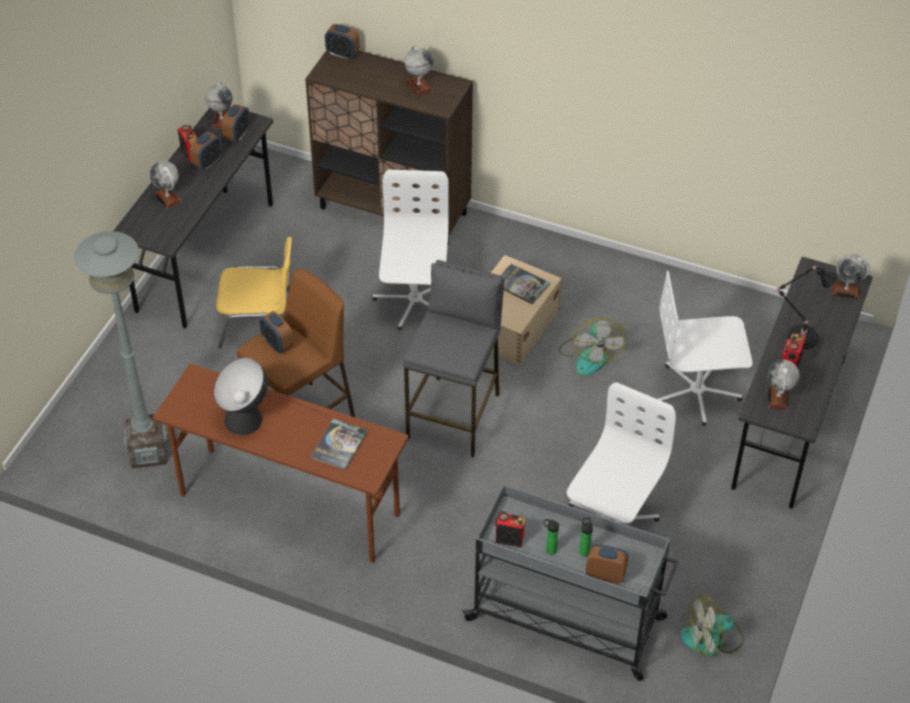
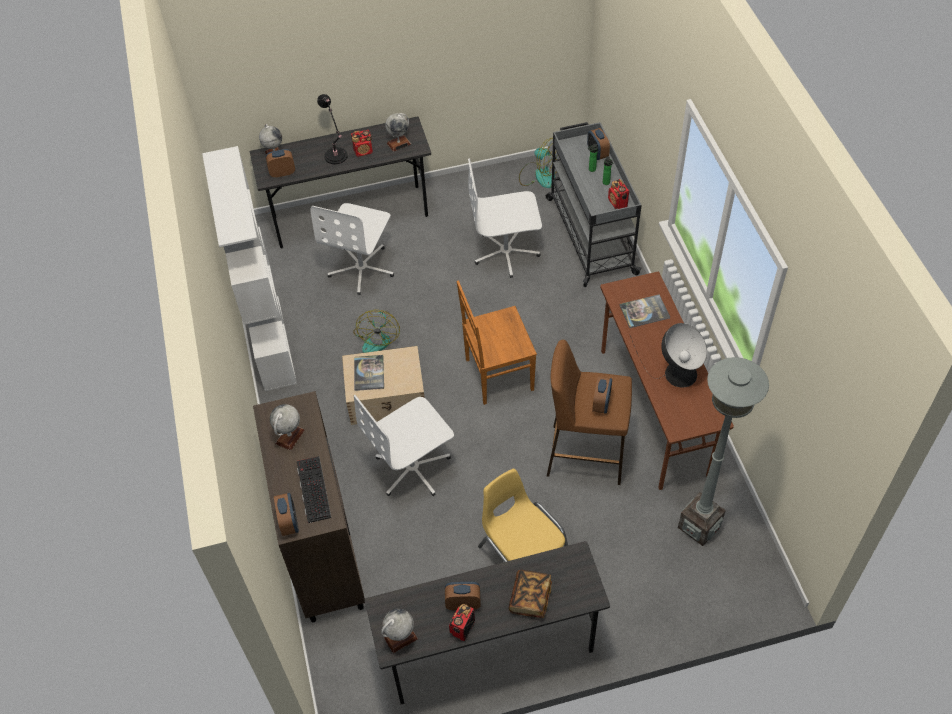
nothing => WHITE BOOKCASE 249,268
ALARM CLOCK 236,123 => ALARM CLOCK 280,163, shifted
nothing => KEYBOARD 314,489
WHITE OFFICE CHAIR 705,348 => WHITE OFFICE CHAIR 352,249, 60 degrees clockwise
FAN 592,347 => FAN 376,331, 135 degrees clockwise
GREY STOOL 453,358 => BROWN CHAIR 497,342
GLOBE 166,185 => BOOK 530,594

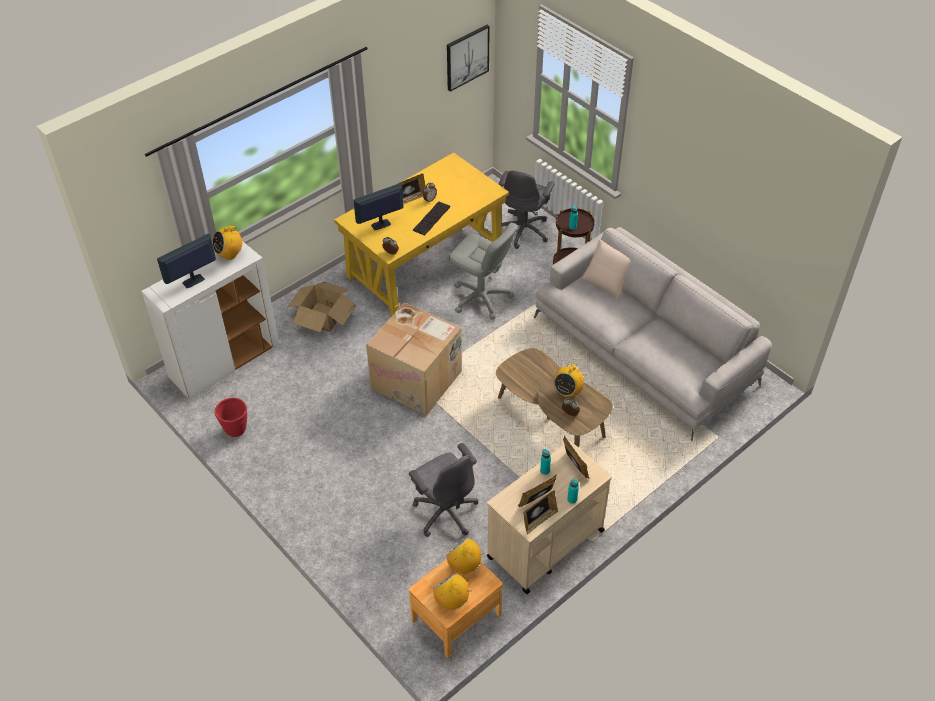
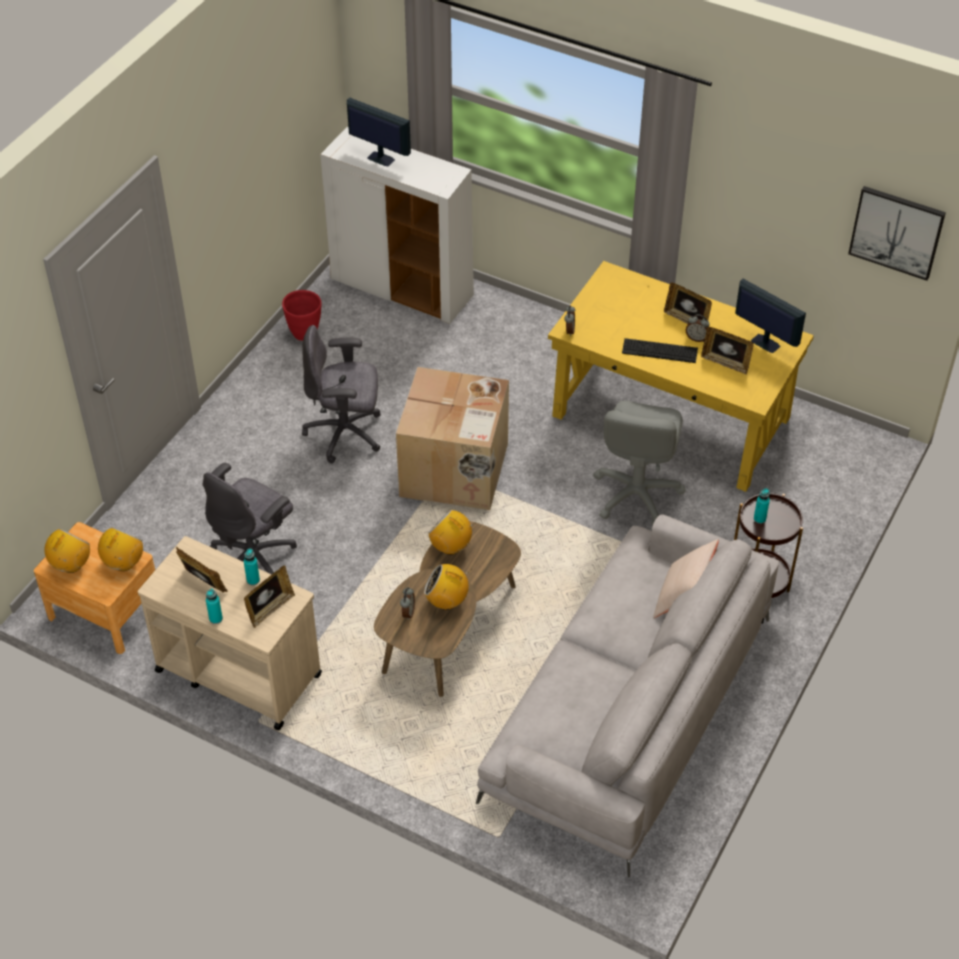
GREY OFFICE CHAIR 527,209 => GREY OFFICE CHAIR 341,394, shifted
RADIO 227,243 => RADIO 452,532, shifted
PICTURE FRAME 541,513 => PICTURE FRAME 727,351, shifted
MONITOR 378,206 => MONITOR 770,316, shifted
CARDBOARD BOX 322,306 => nothing

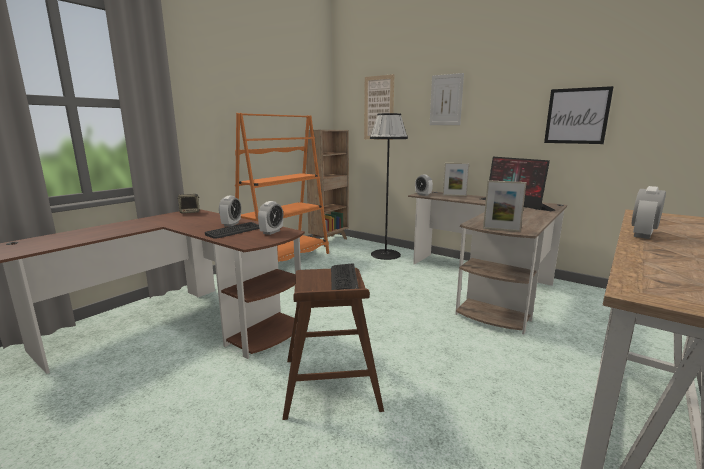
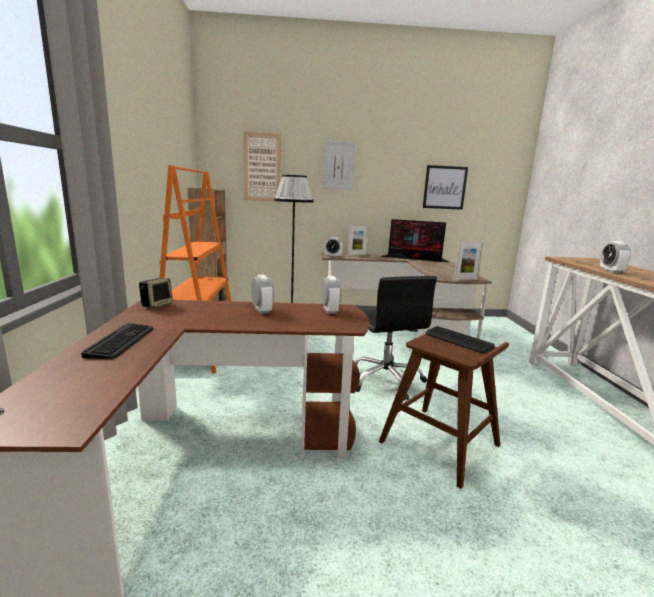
KEYBOARD 232,230 => KEYBOARD 117,341, shifted
nothing => BLACK OFFICE CHAIR 396,338

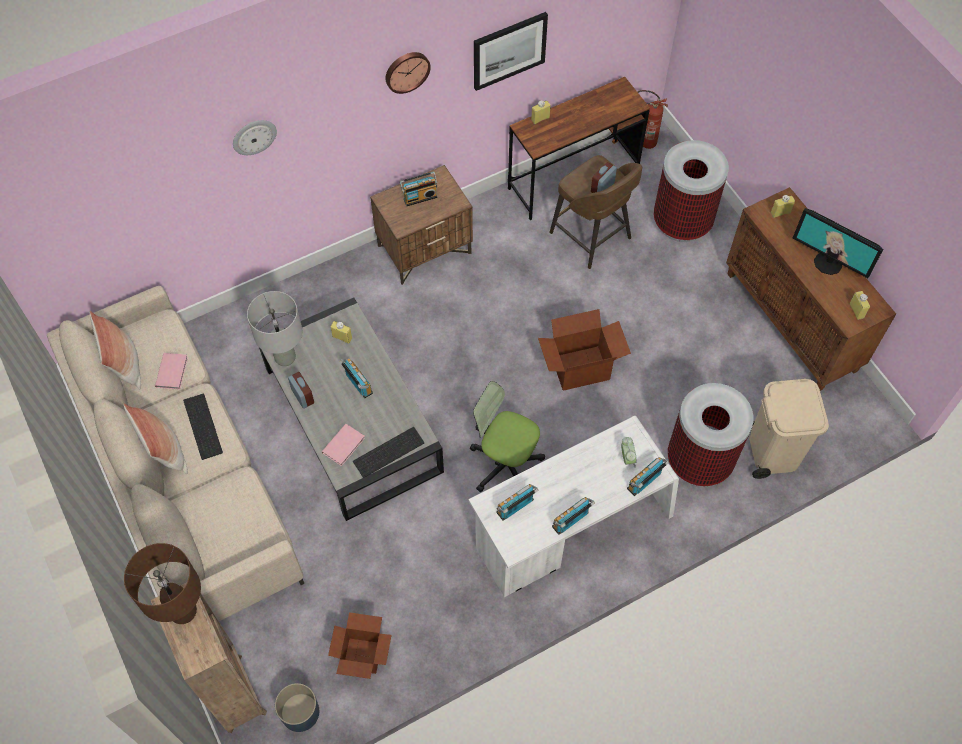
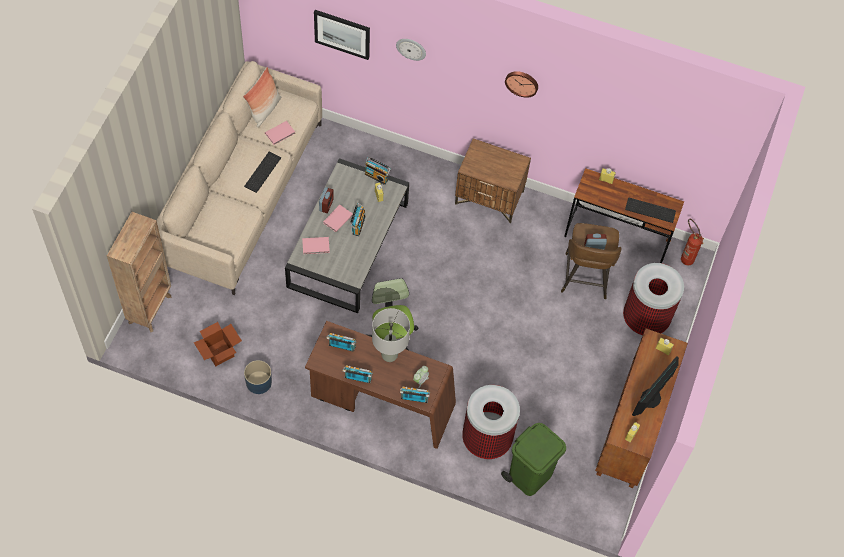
BLUE PLANTER 297,707 => BLUE PLANTER 258,377, shifted
WHITE DESK 574,506 => BROWN DESK 380,385
PICTURE 511,51 => PICTURE 342,35, shifted
nothing => PINK BOOK 338,218
RADIO 418,189 => RADIO 377,171, shifted
GREY TABLE LAMP 274,328 => GREY TABLE LAMP 391,335, shifted
BEIGE TRASH CAN 789,429 => GREEN TRASH CAN 533,459
KEYBOARD 388,452 => KEYBOARD 650,210, shifted
MONITOR 838,243 => MONITOR 655,386, 45 degrees clockwise
PILLOW 155,439 => nothing
BROWN TABLE LAMP 162,583 => nothing
CARDBOARD BOX 584,350 => nothing

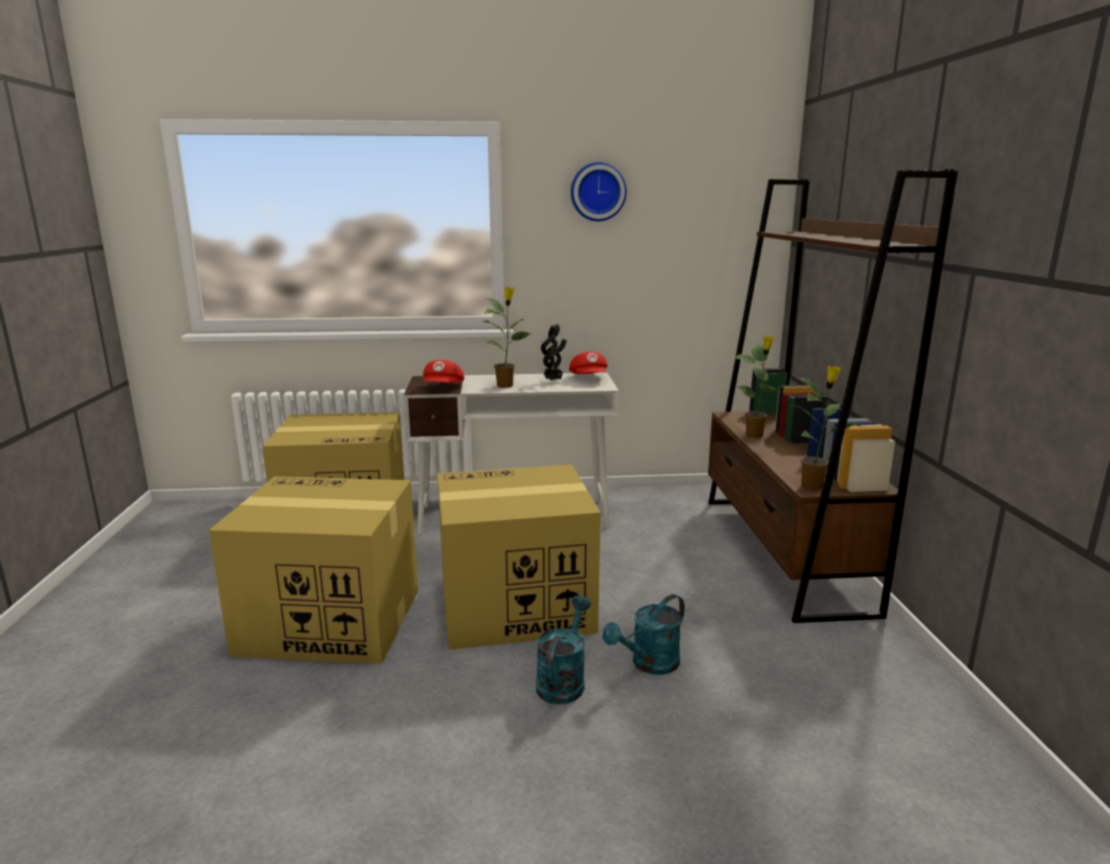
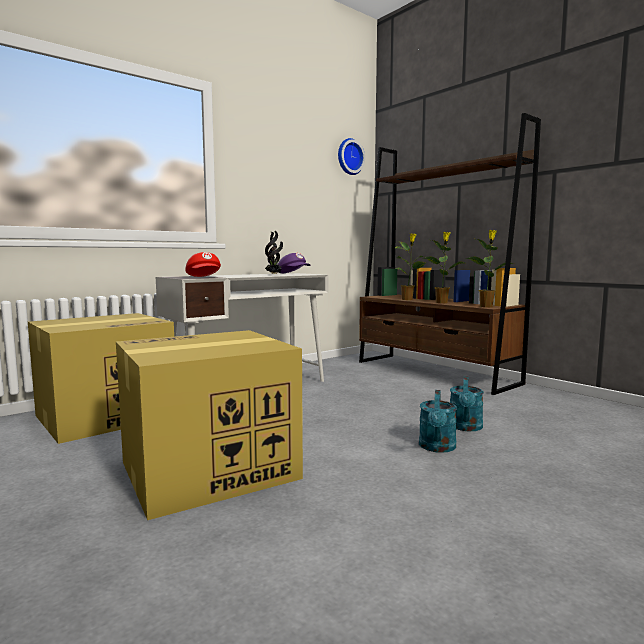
RED CAP 588,363 => PURPLE CAP 293,263
WALL CLOCK 599,191 => WALL CLOCK 351,156, shifted
TURQUOISE WATERING CAN 563,650 => TURQUOISE WATERING CAN 438,421, 150 degrees counterclockwise
POTTED PLANT 506,337 => POTTED PLANT 443,267, shifted
CARDBOARD BOX 519,557 => nothing

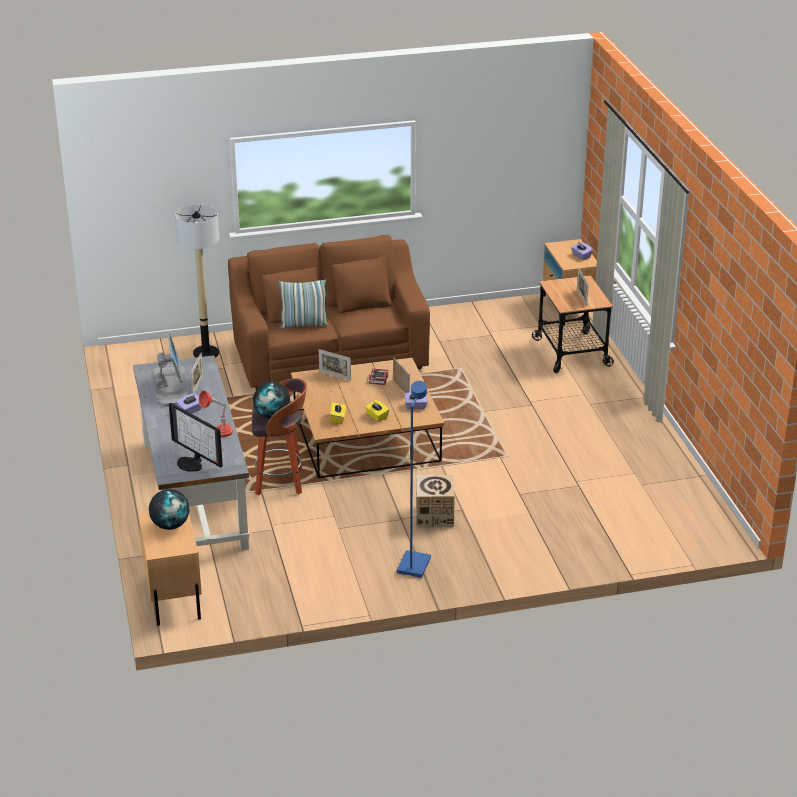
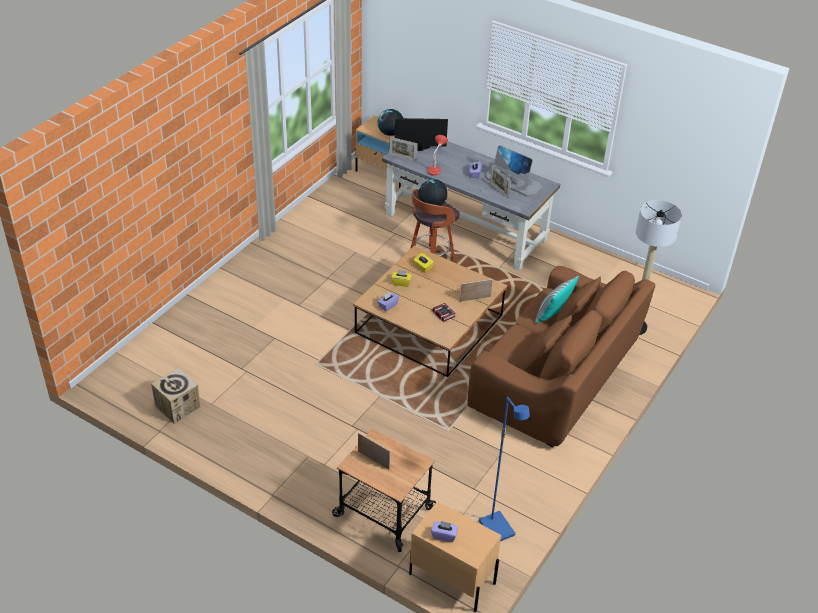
CARDBOARD BOX 435,501 => CARDBOARD BOX 175,396, shifted
PICTURE FRAME 401,375 => PICTURE FRAME 403,149, shifted
BLUE FLOOR LAMP 414,479 => BLUE FLOOR LAMP 504,469, shifted

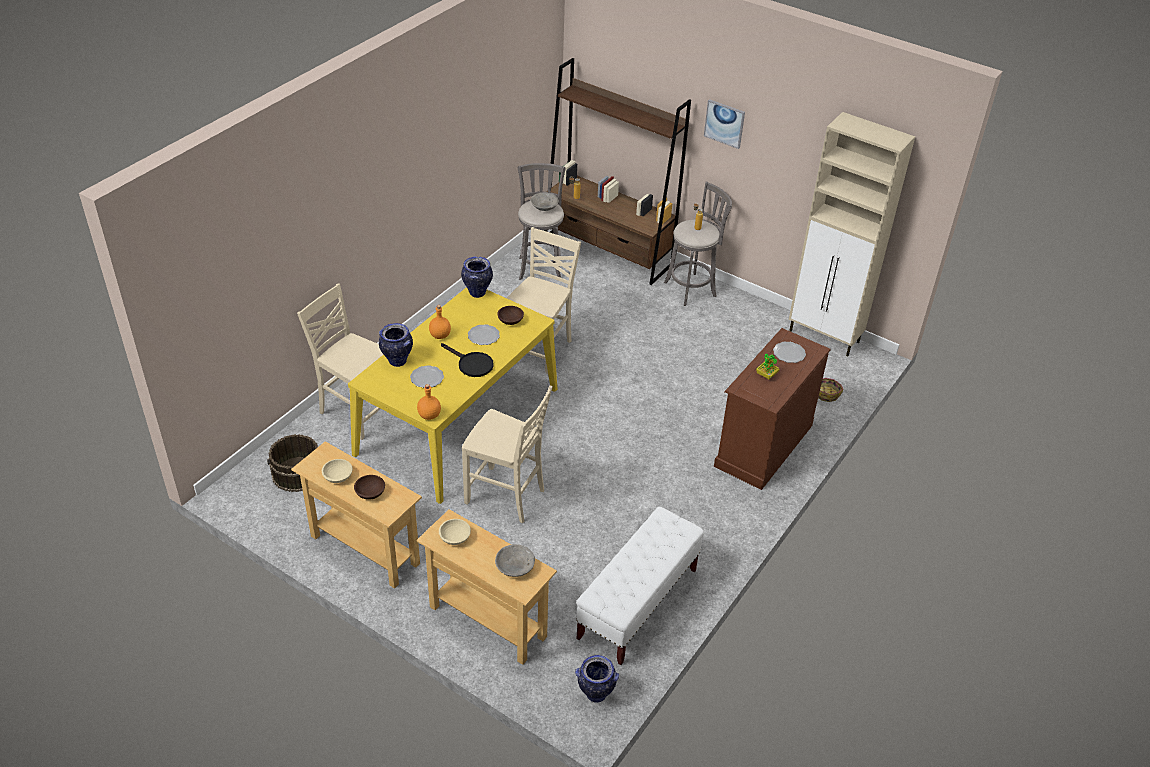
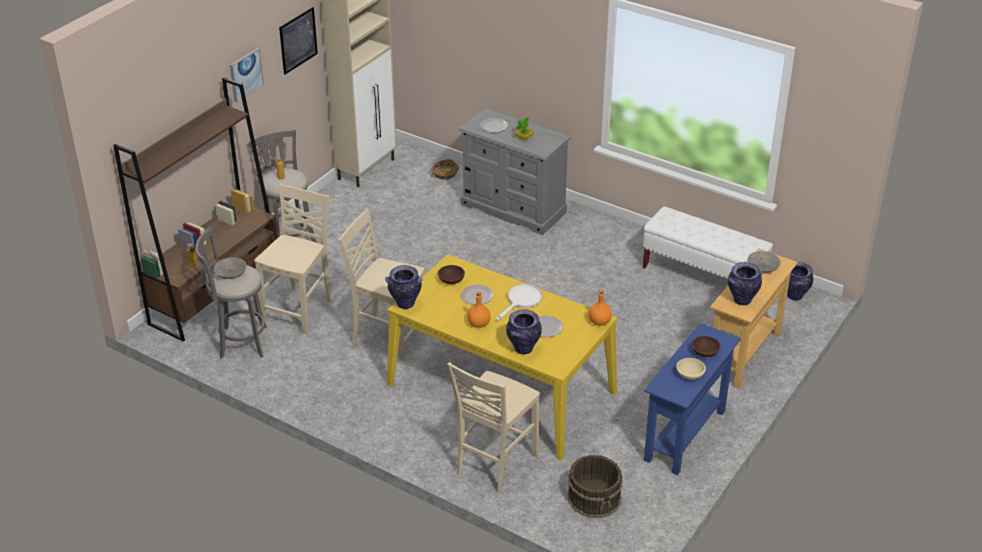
BEIGE CHAIR 507,454 => BEIGE CHAIR 293,259, shifted
nothing => PICTURE 298,41
BROWN DRESSER 772,409 => GREY DRESSER 515,171
BLACK FRYING PAN 467,360 => WHITE FRYING PAN 519,302
BEIGE CONSOLE TABLE 356,515 => BLUE CONSOLE TABLE 692,399
BEIGE BOWL 455,532 => VASE 745,283

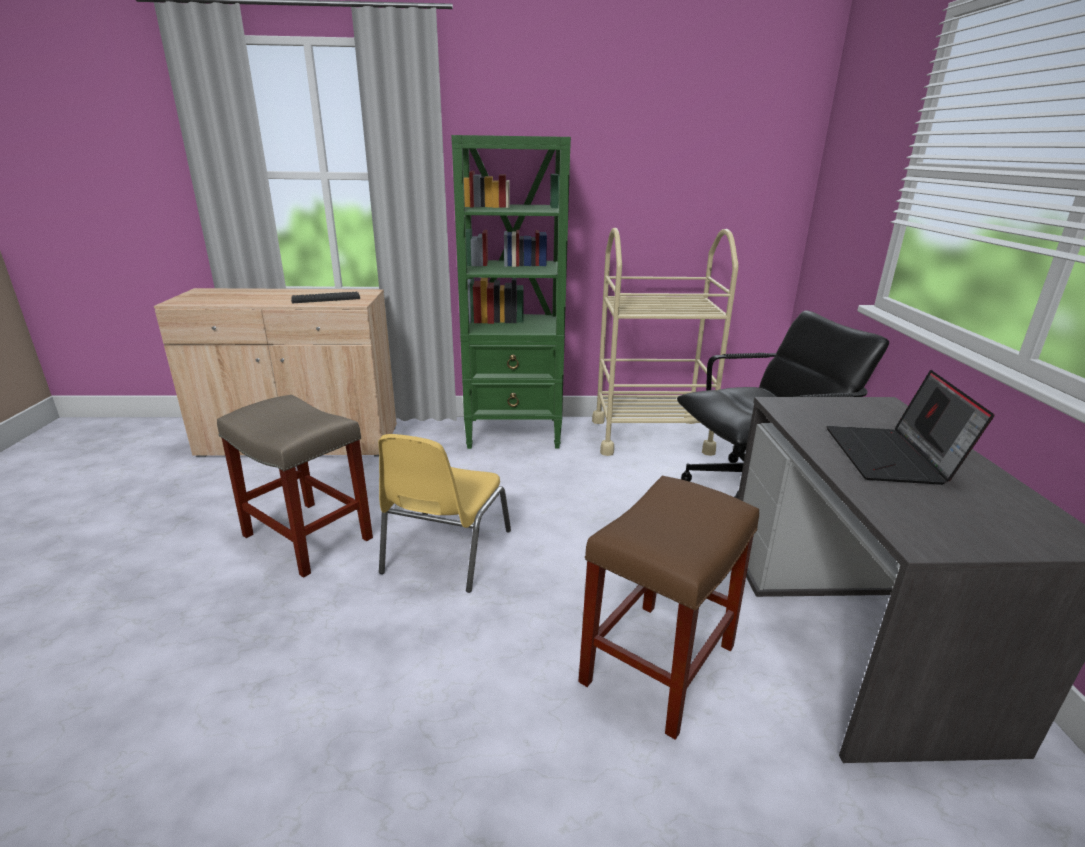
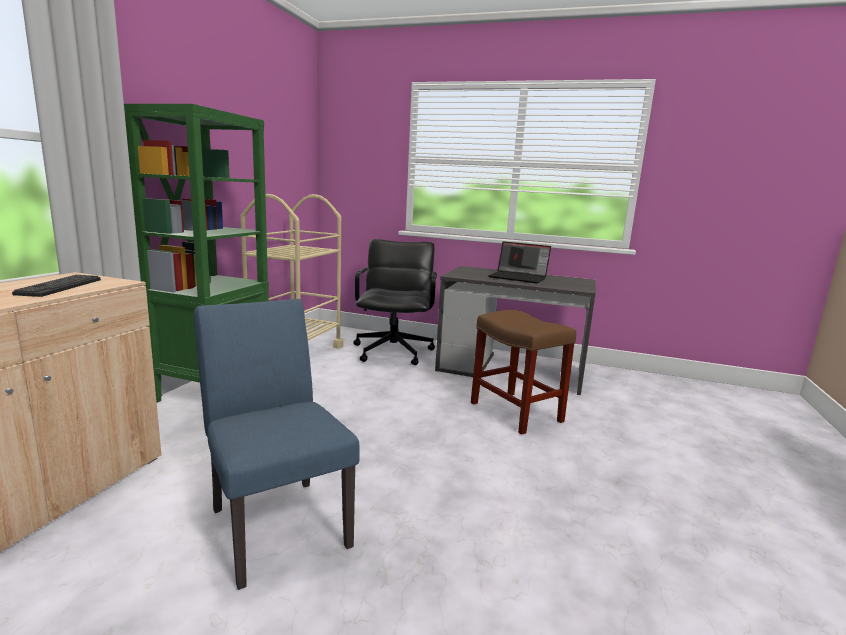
BEIGE STOOL 295,486 => BLUE CHAIR 277,444
YELLOW CHAIR 444,513 => nothing

